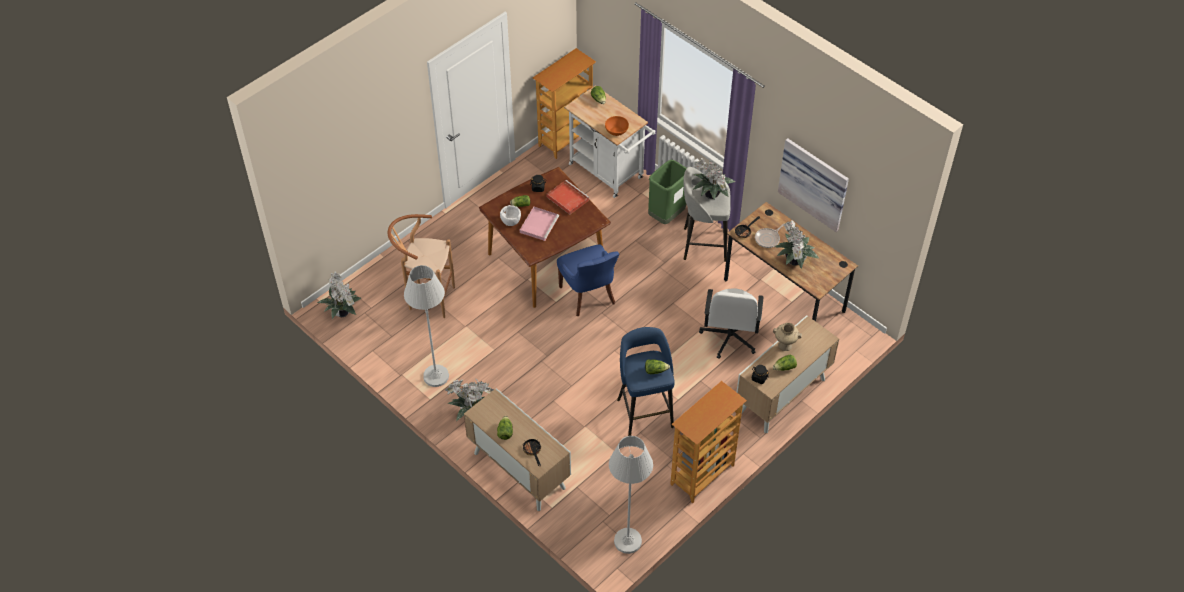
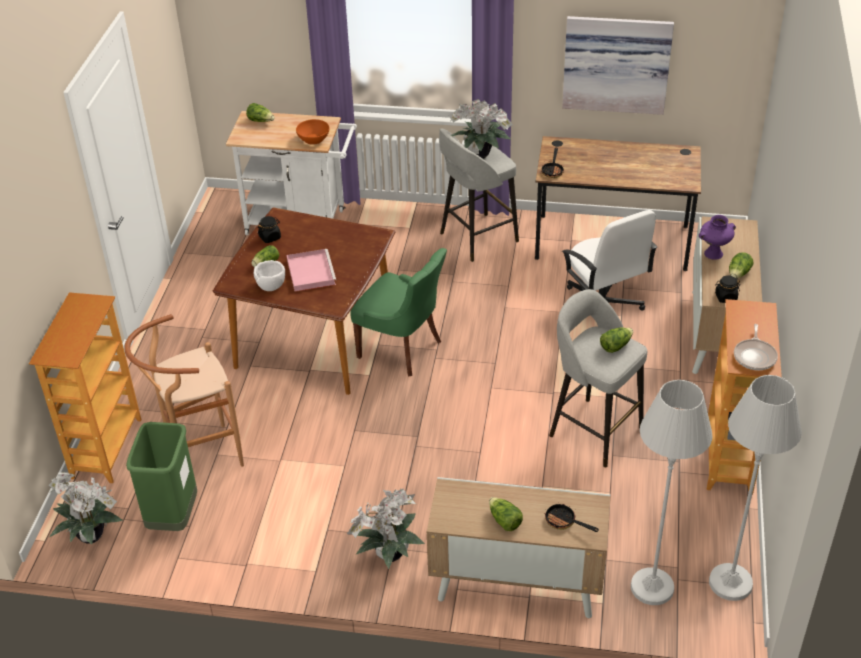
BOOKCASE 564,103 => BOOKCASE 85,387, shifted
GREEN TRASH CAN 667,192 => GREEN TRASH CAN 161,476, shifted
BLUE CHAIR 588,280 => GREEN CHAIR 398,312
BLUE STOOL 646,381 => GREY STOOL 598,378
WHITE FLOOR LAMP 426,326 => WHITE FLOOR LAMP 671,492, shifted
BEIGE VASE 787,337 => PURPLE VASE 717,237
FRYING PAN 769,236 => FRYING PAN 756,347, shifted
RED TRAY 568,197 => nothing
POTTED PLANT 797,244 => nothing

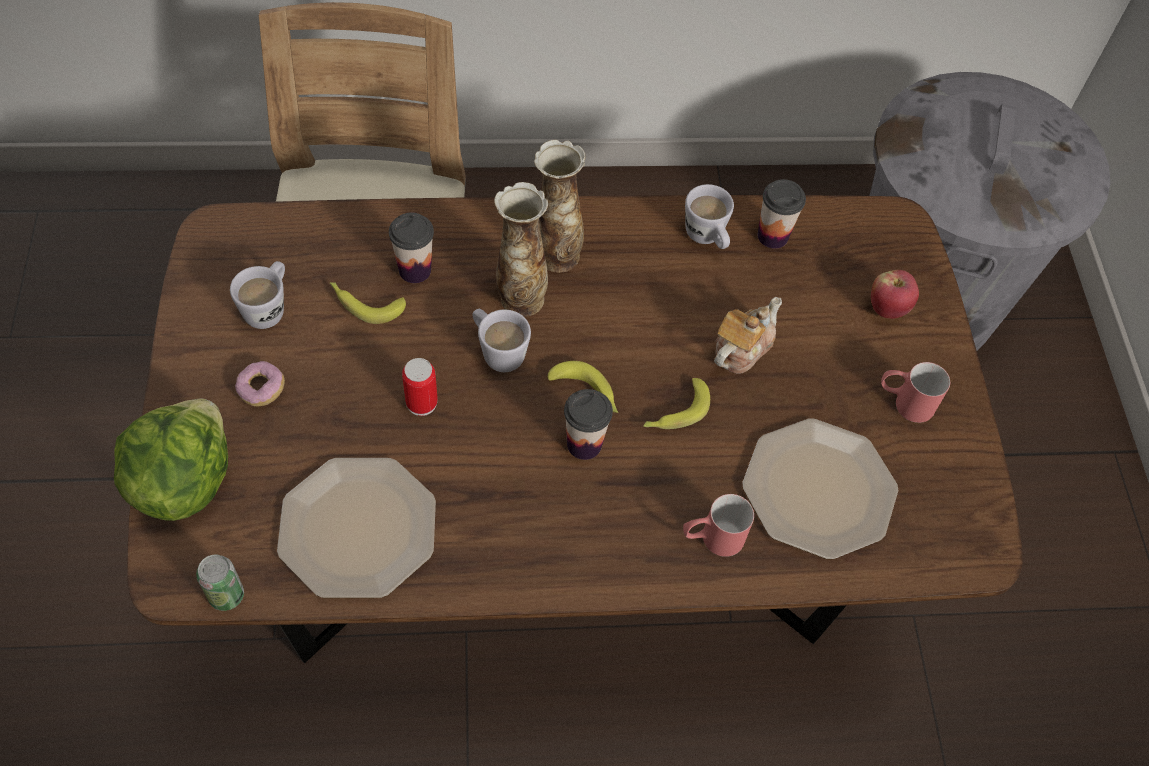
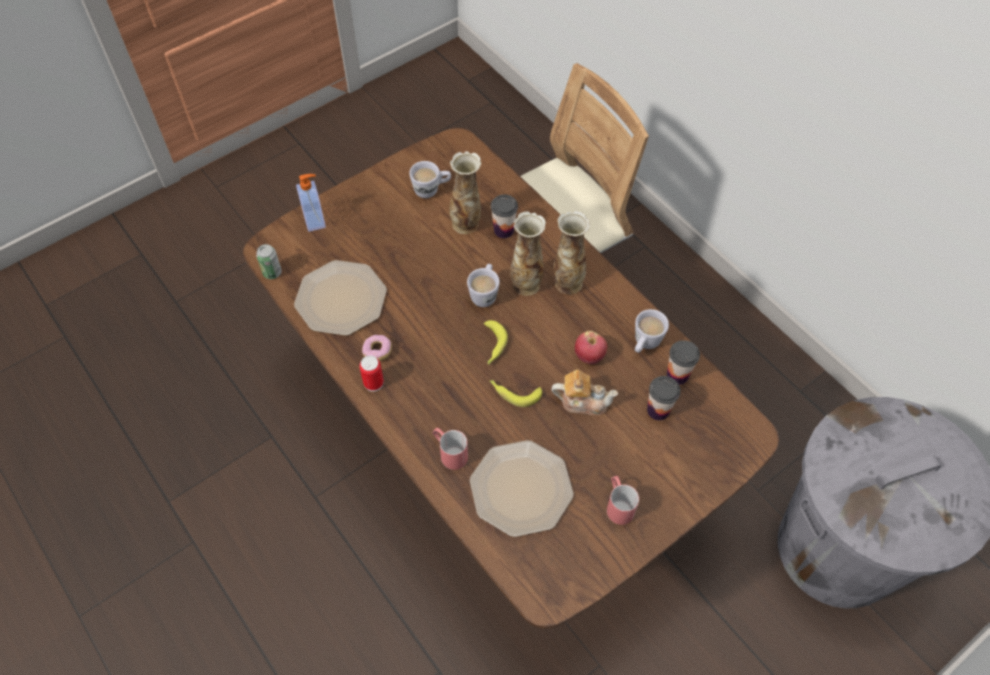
LETTUCE 171,459 => SOAP DISPENSER 311,203
CAN 420,387 => CAN 372,373, shifted
DONUT 260,384 => DONUT 377,348, shifted
BANANA 368,303 => VASE 465,192
APPLE 895,294 => APPLE 591,347, shifted
CUP 588,424 => CUP 664,398, shifted

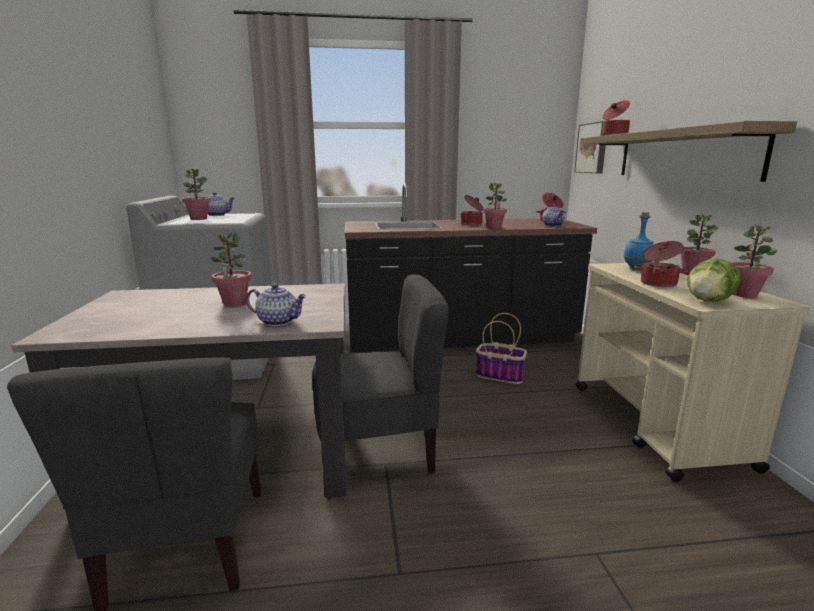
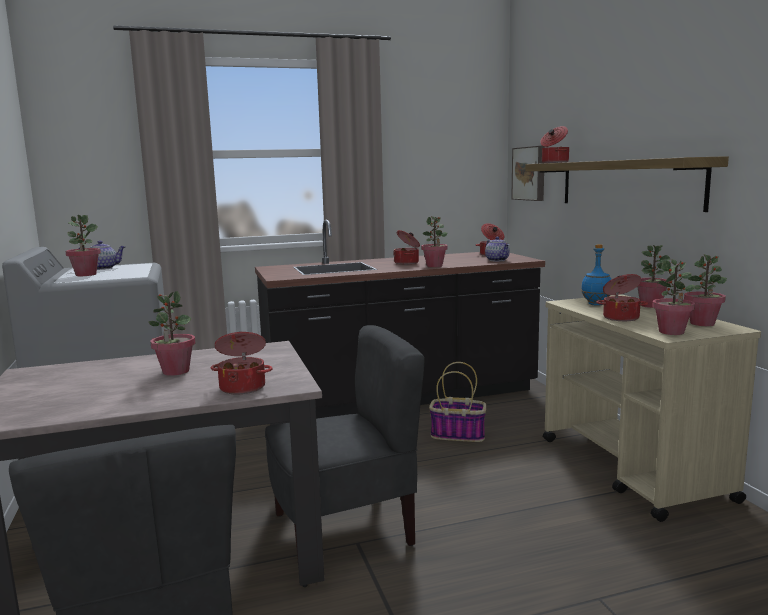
TEAPOT 276,305 => COOKING POT 242,363
LETTUCE 714,280 => POTTED PLANT 673,297

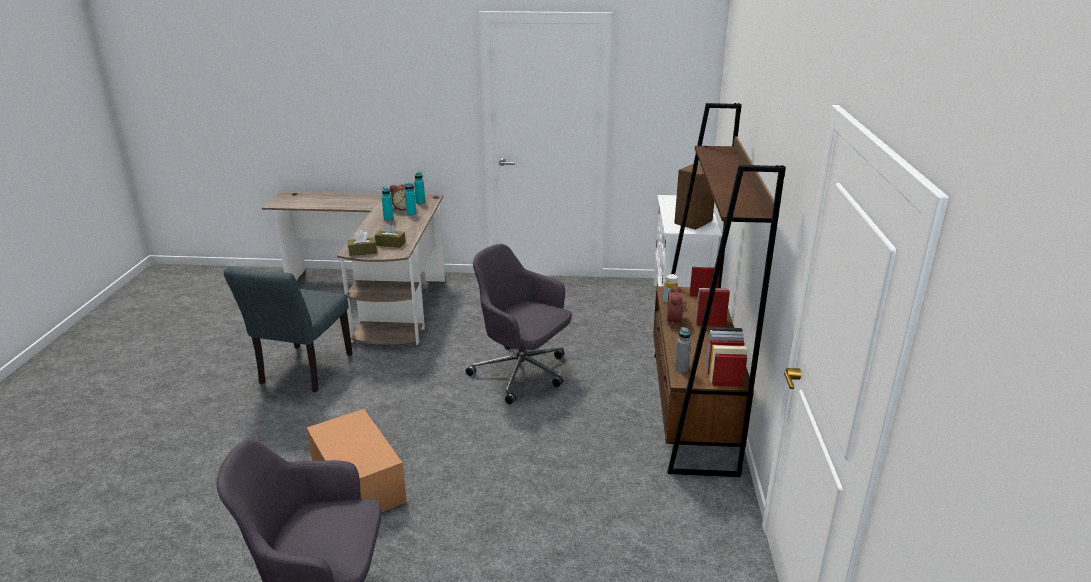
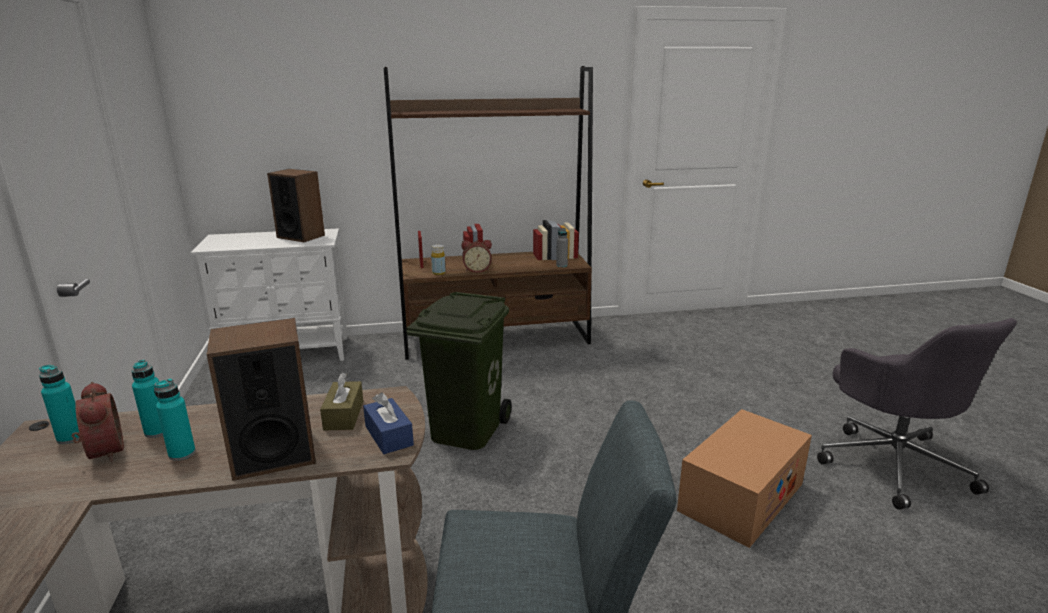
nothing => SPEAKER 261,399
BROWN TISSUE BOX 362,243 => BLUE TISSUE BOX 388,423
GREY OFFICE CHAIR 519,324 => GREEN TRASH CAN 459,371

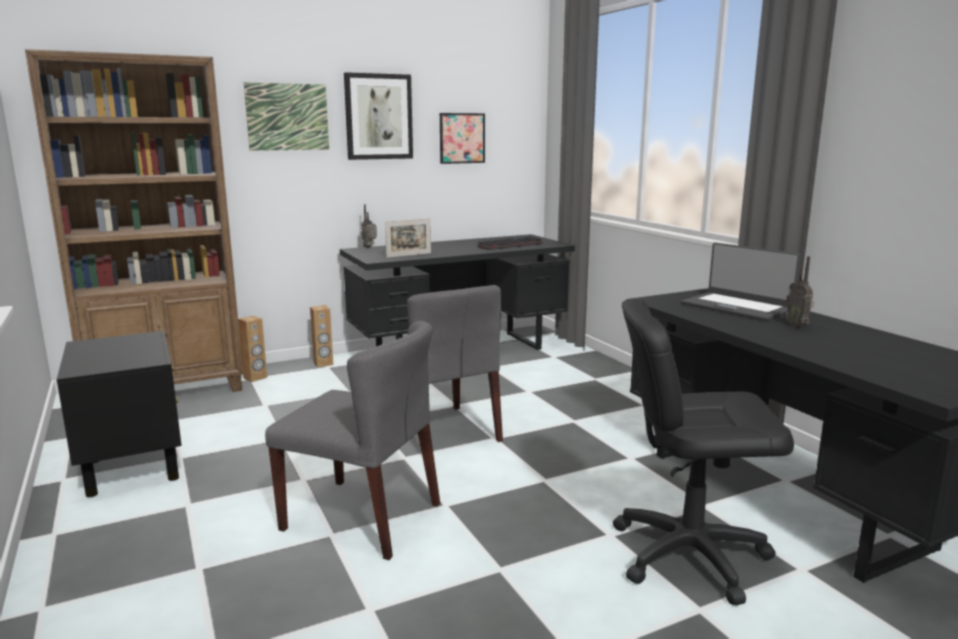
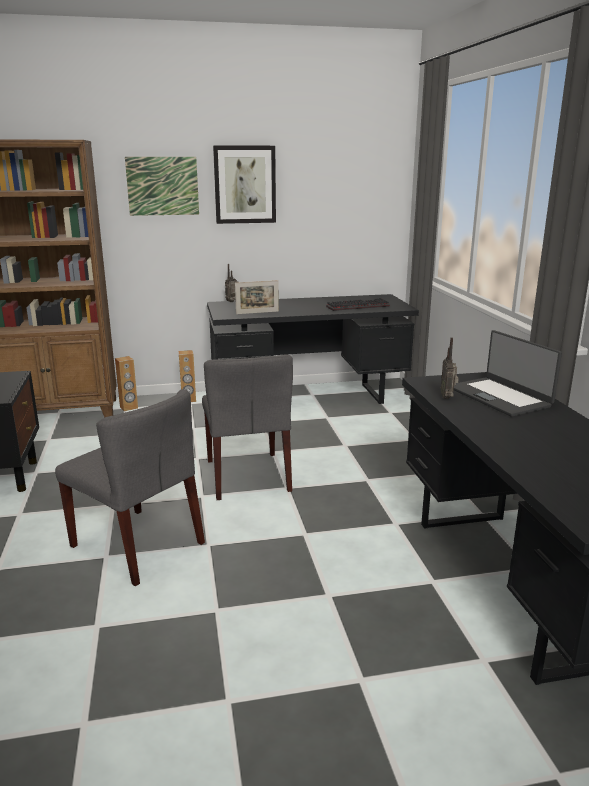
RADIO 800,291 => RADIO 450,368, shifted
PICTURE 462,138 => nothing
BLACK OFFICE CHAIR 703,452 => nothing

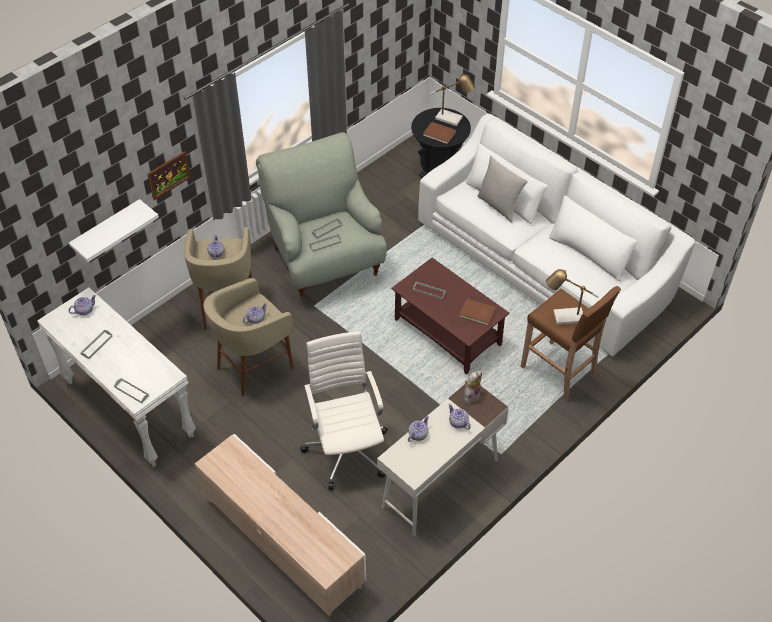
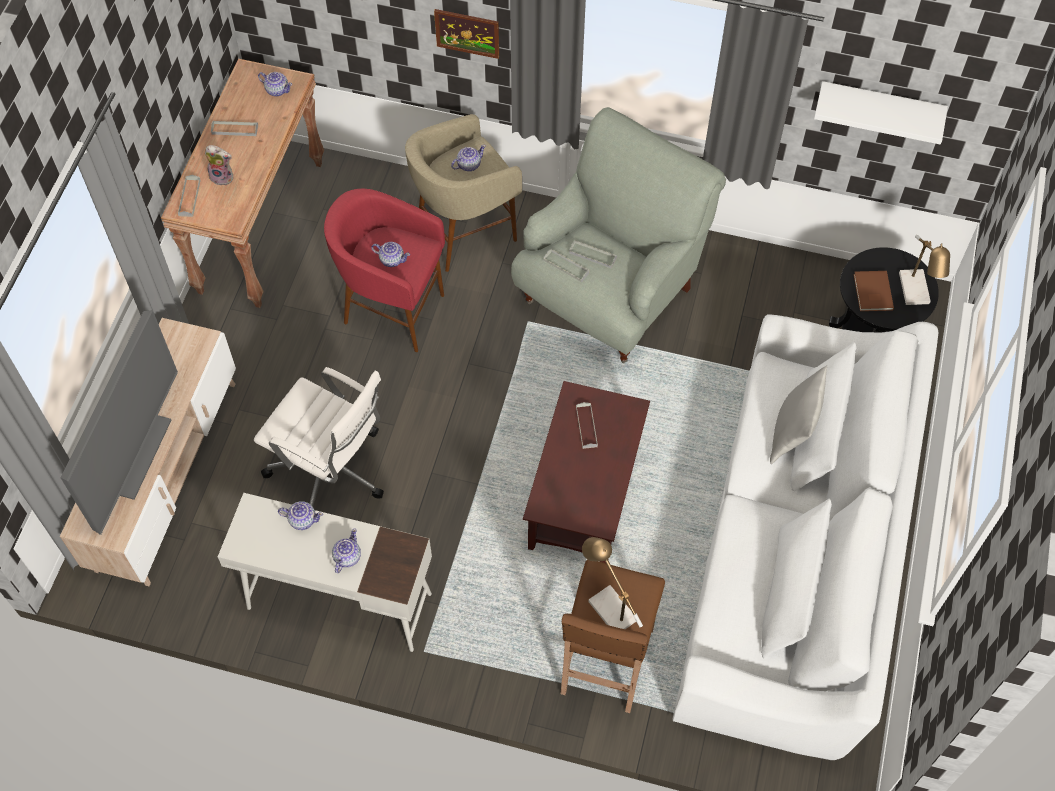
nothing => TELEVISION 119,422
WHITE CONSOLE TABLE 116,377 => BROWN CONSOLE TABLE 242,183
PLUSH TOY 473,386 => PLUSH TOY 219,165, shifted
WHITE OFFICE CHAIR 344,410 => WHITE OFFICE CHAIR 319,437, 75 degrees clockwise
BEIGE STOOL 248,337 => RED STOOL 384,270
WHITE SHELF 114,230 => WHITE SHELF 881,113, shifted
BROWN BOOK 477,312 => nothing

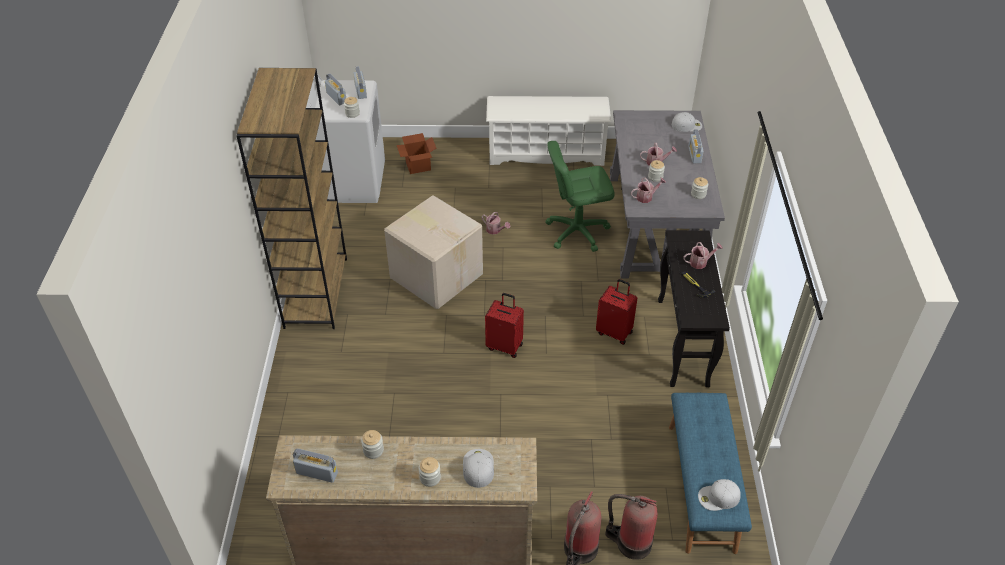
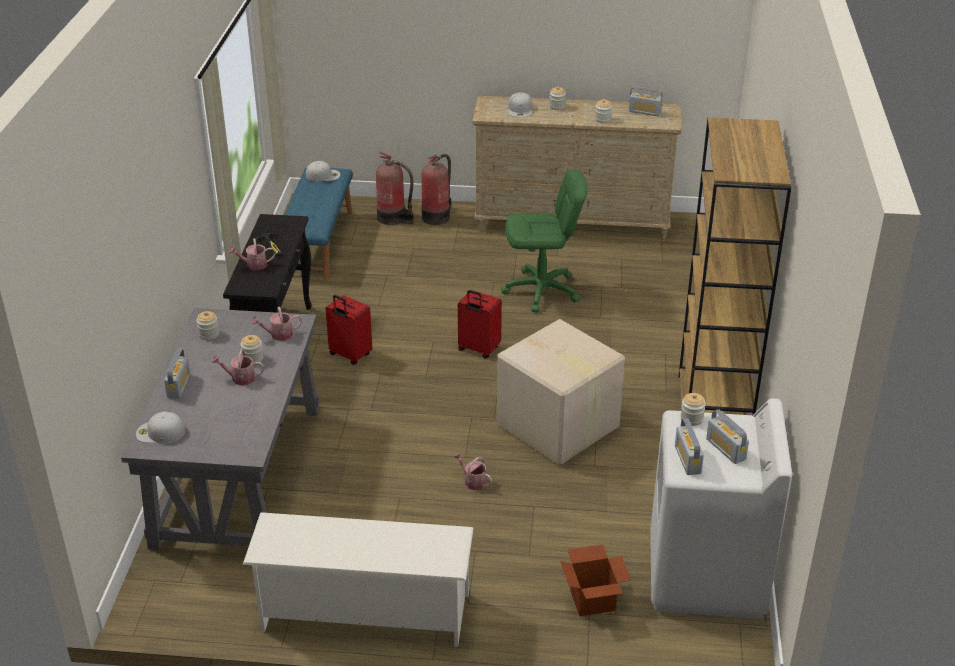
GREEN OFFICE CHAIR 580,196 => GREEN OFFICE CHAIR 544,240, shifted

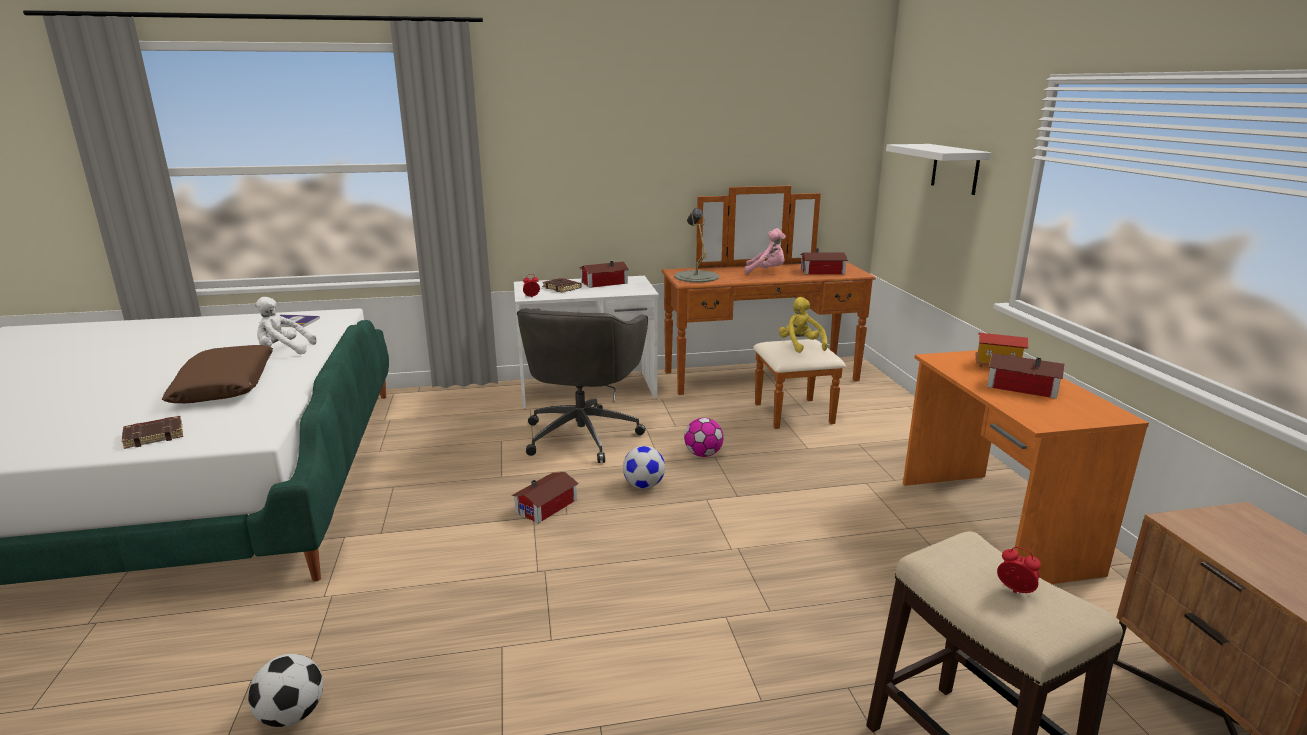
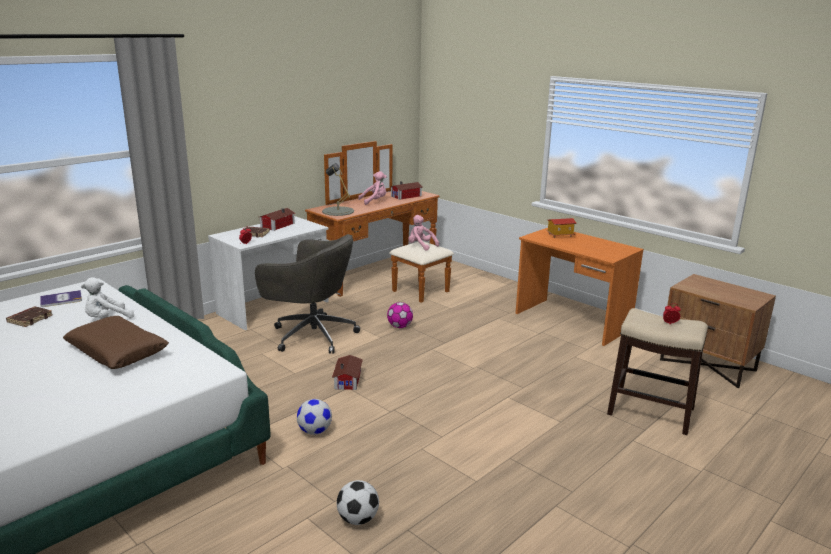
BROWN BOOK 152,432 => BROWN BOOK 29,317, shifted
GREY OFFICE CHAIR 582,385 => GREY OFFICE CHAIR 307,294, 45 degrees counterclockwise
FOOTBALL 644,467 => FOOTBALL 314,417, shifted
YELLOW PLUSH TOY 803,325 => PINK PLUSH TOY 423,233
WHITE SHELF 938,169 => nothing
TOY HOUSE 1026,376 => nothing

